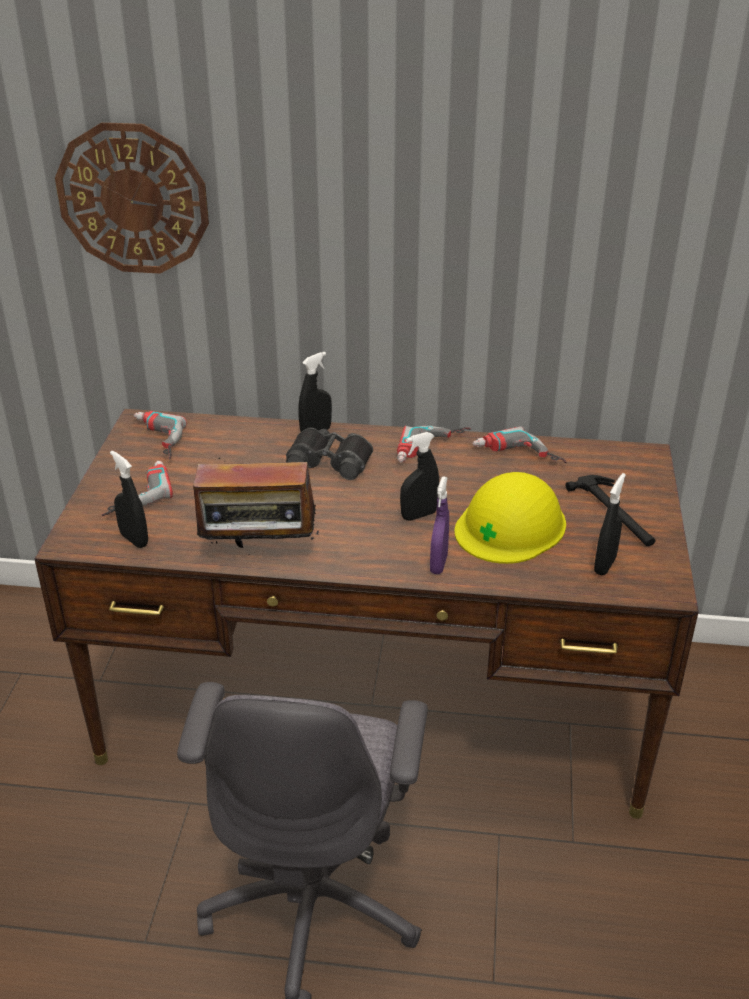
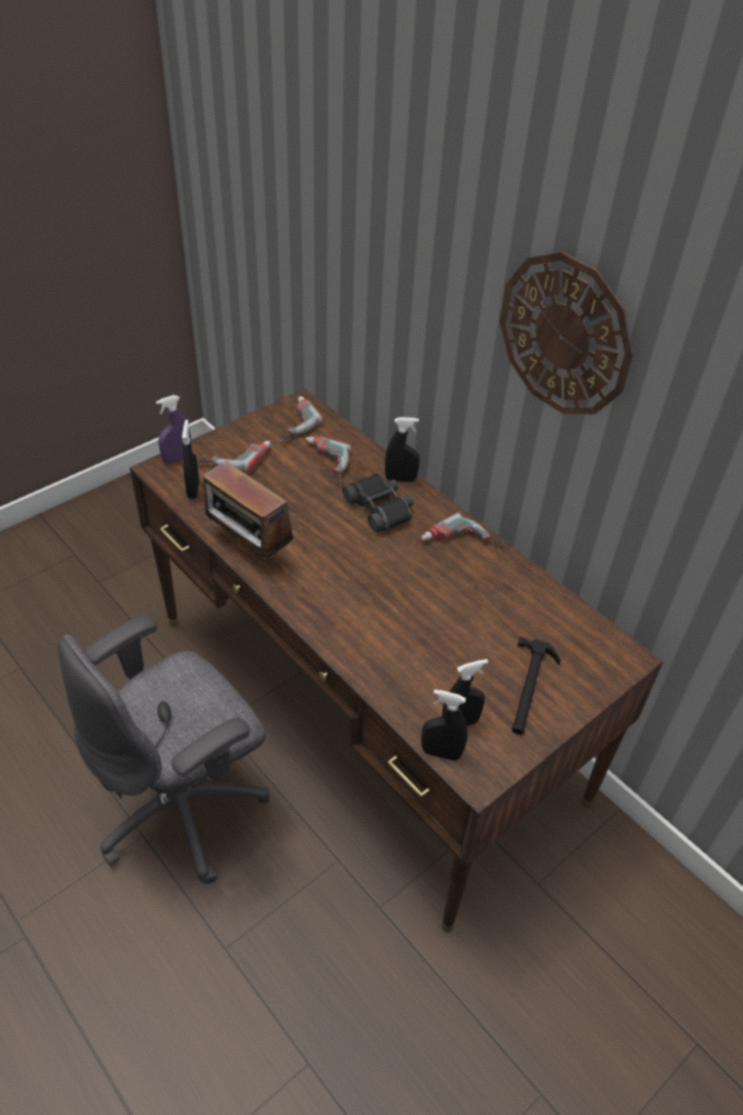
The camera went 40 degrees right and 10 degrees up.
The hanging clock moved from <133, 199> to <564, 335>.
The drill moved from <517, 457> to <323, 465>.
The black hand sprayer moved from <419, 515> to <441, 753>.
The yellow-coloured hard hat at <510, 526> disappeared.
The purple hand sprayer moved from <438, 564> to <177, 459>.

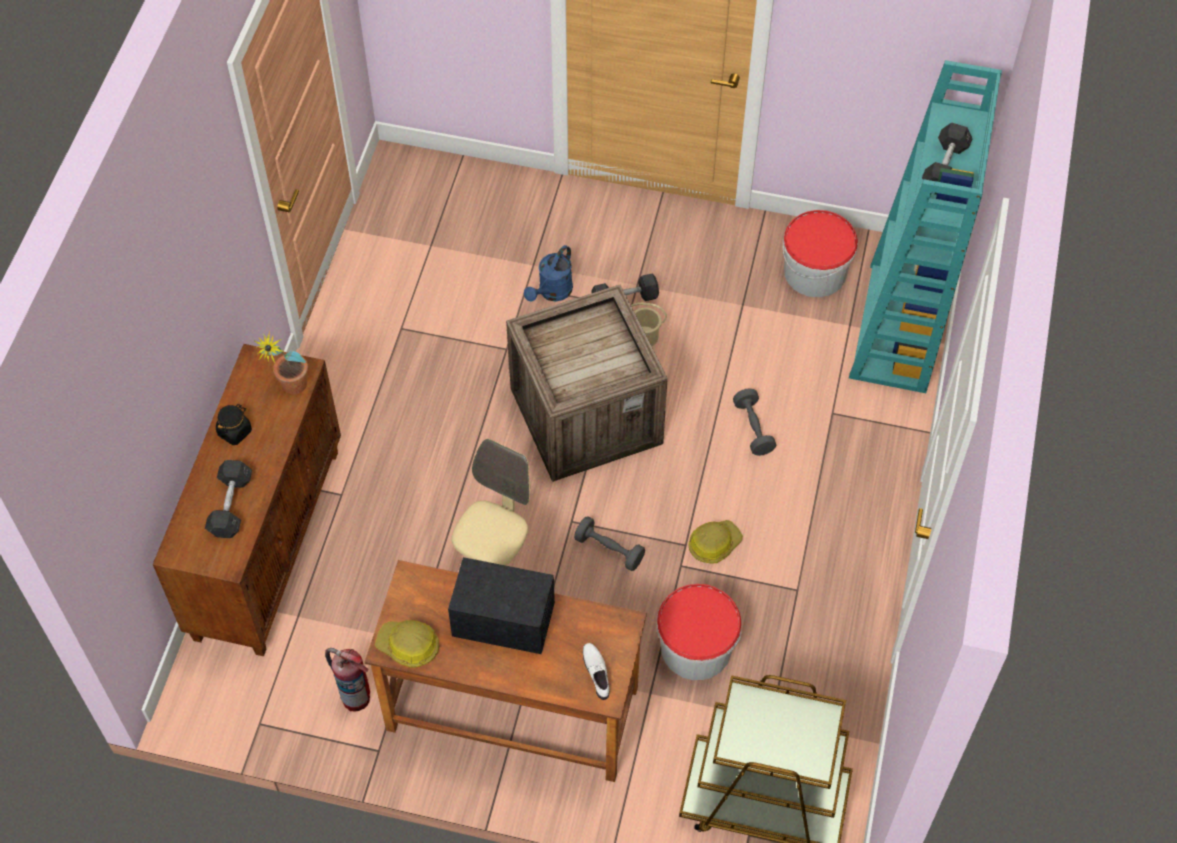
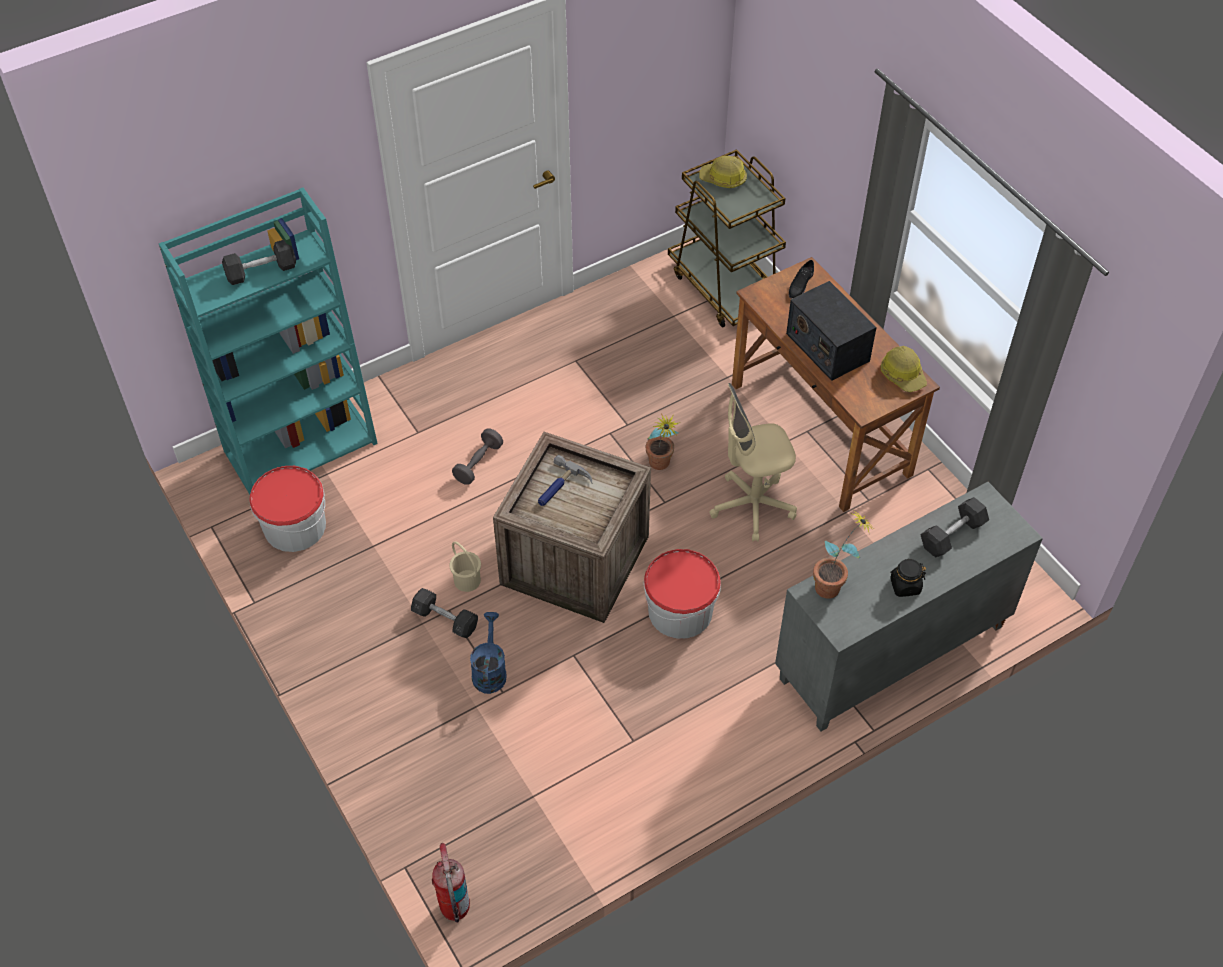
The camera went 135 degrees left and 5 degrees down.
The blue sprinkling can at <552, 293> turned 75 degrees counterclockwise.
The brown-coloured cupboard at <267, 542> became the gray cupboard at <891, 654>.
The gray free weight at <609, 549> was replaced by the plant in a pot at <660, 467>.
The hard hat moved from <713, 544> to <723, 179>.
The bucket moved from <696, 648> to <680, 611>.
The white shoe at <597, 672> became the black shoe at <800, 284>.
The fire extinguisher moved from <356, 697> to <454, 908>.
The hammer at <560, 488> appeared.

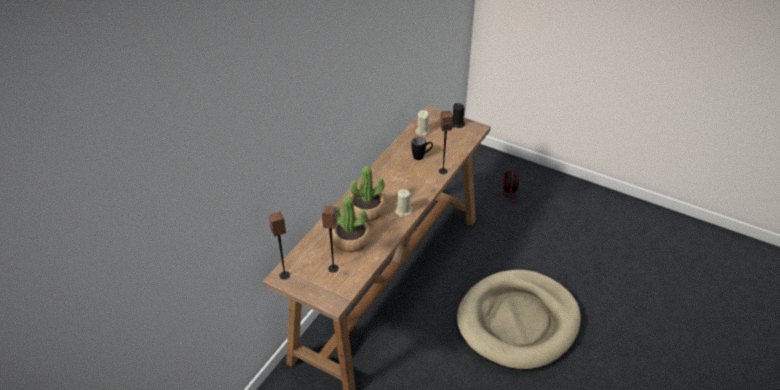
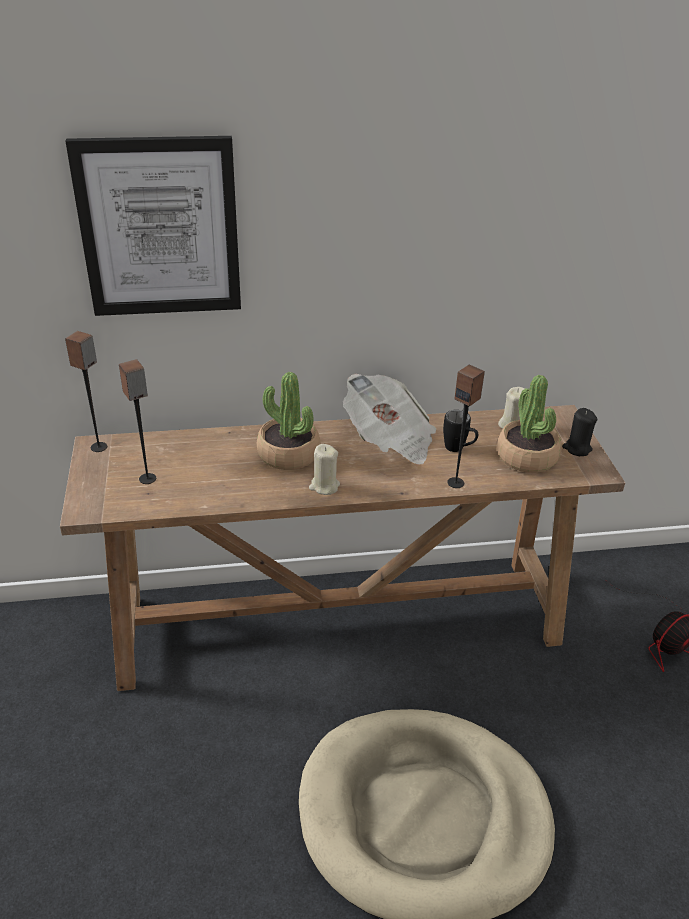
The camera went 50 degrees right and 5 degrees down.
The plant in a pot moved from <351, 240> to <527, 457>.
The picture at <160, 228> appeared.
The newspaper at <389, 439> appeared.

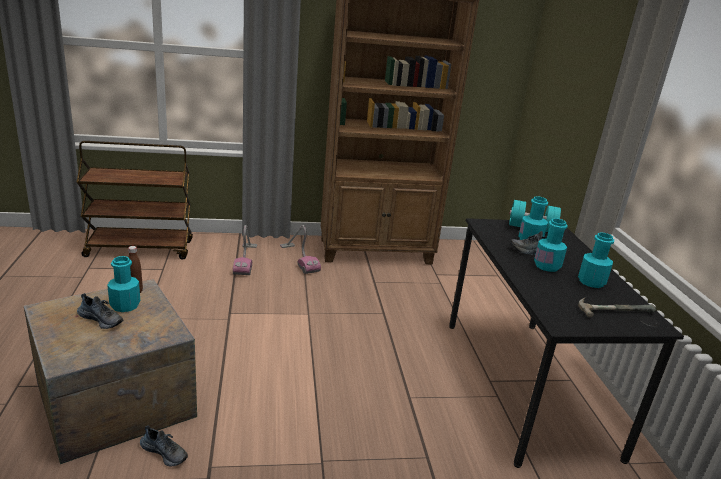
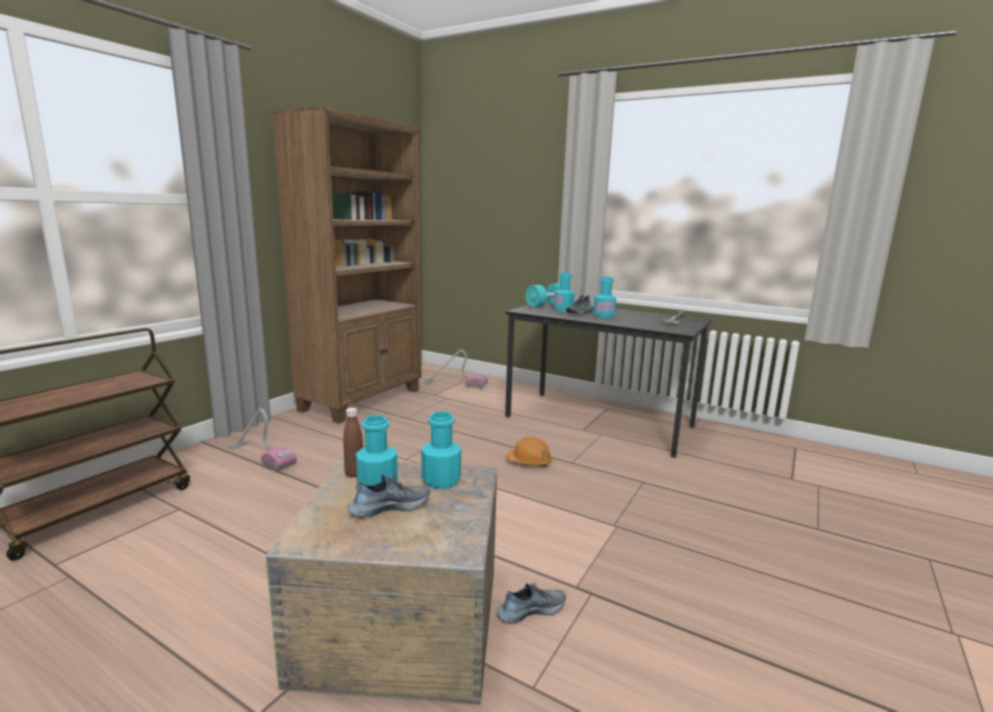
The camera went 50 degrees left and 10 degrees down.
The hoover moved from <299, 259> to <455, 384>.
The blue-green beverage bottle moved from <591, 282> to <441, 481>.
The orange-coloured hard hat at <529, 462> appeared.

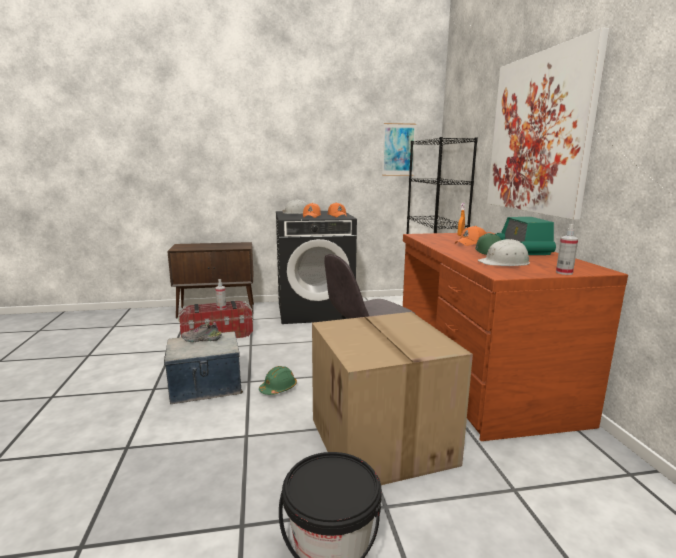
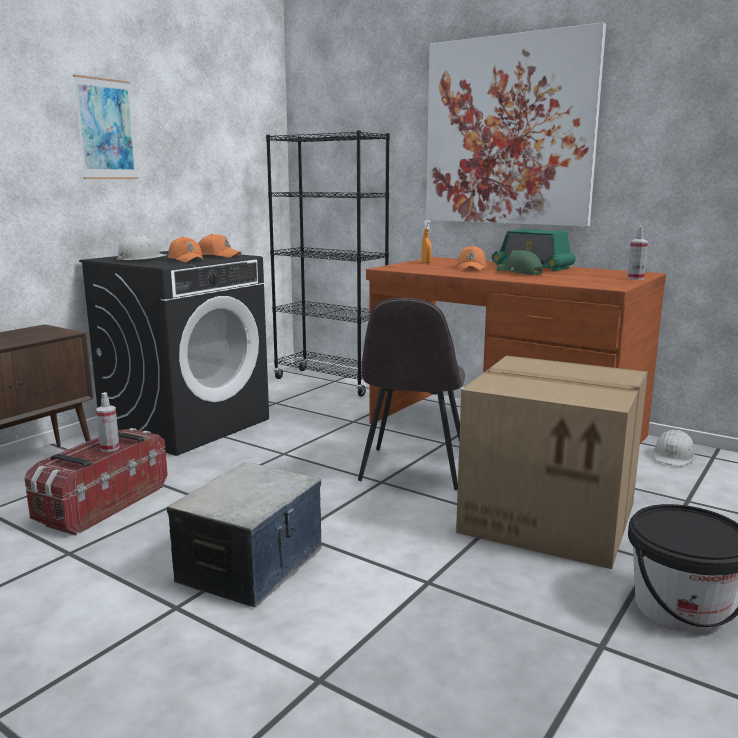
The camera went 45 degrees left and 0 degrees up.
The picture moved from <398, 149> to <106, 129>.
The white hard hat moved from <504, 263> to <673, 456>.
The shoe at <201, 340> disappeared.
The green hard hat at <278, 388> disappeared.

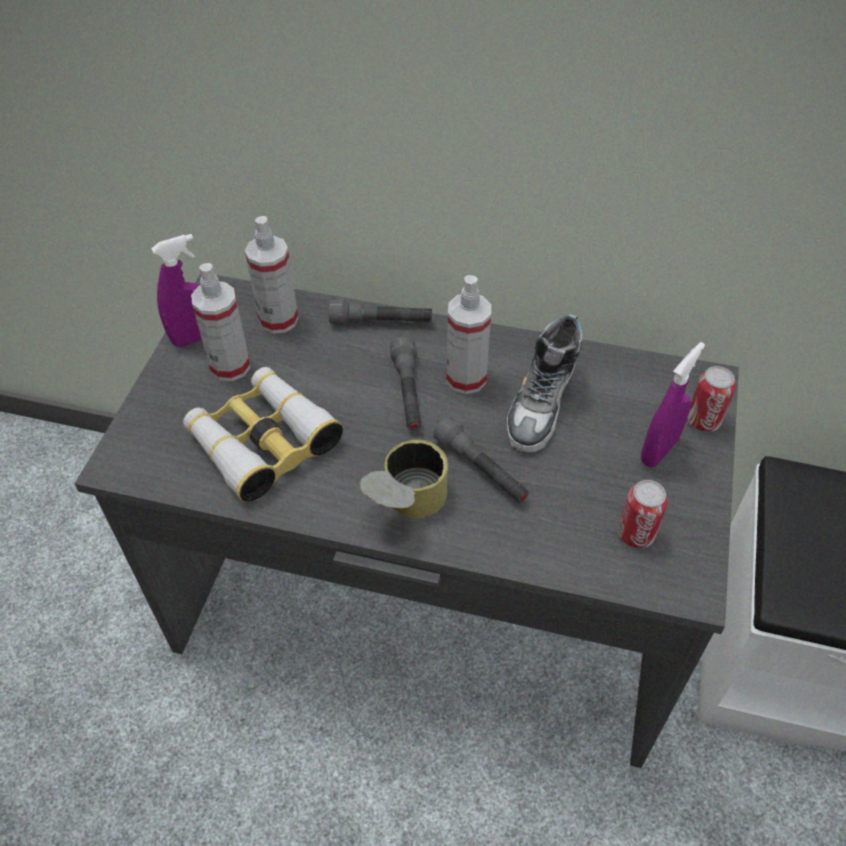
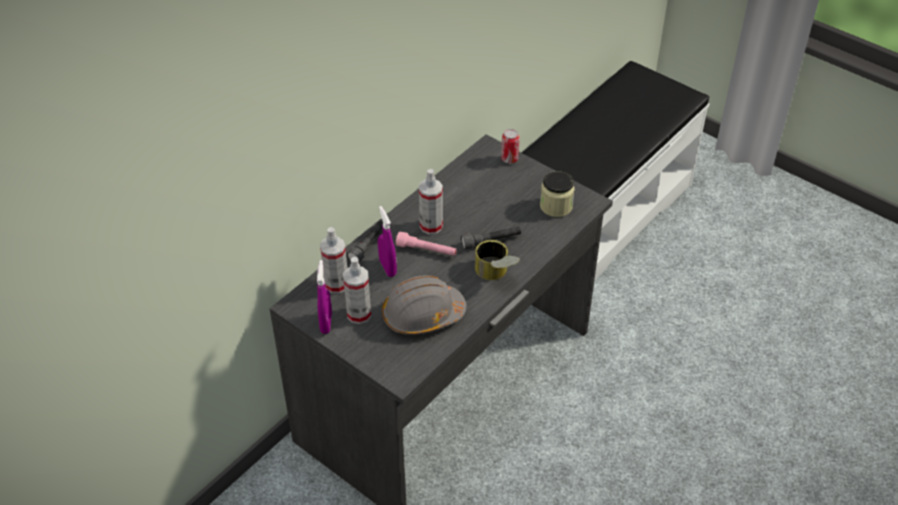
The camera went 65 degrees left and 5 degrees down.
The shoe at <541, 404> disappeared.
The gray flashlight at <408, 393> became the pink flashlight at <426, 250>.
The purple hand sprayer moved from <659, 451> to <387, 268>.
The field glasses at <262, 441> was replaced by the gray hard hat at <422, 315>.
The sealed can at <636, 534> was replaced by the storage jar at <556, 206>.

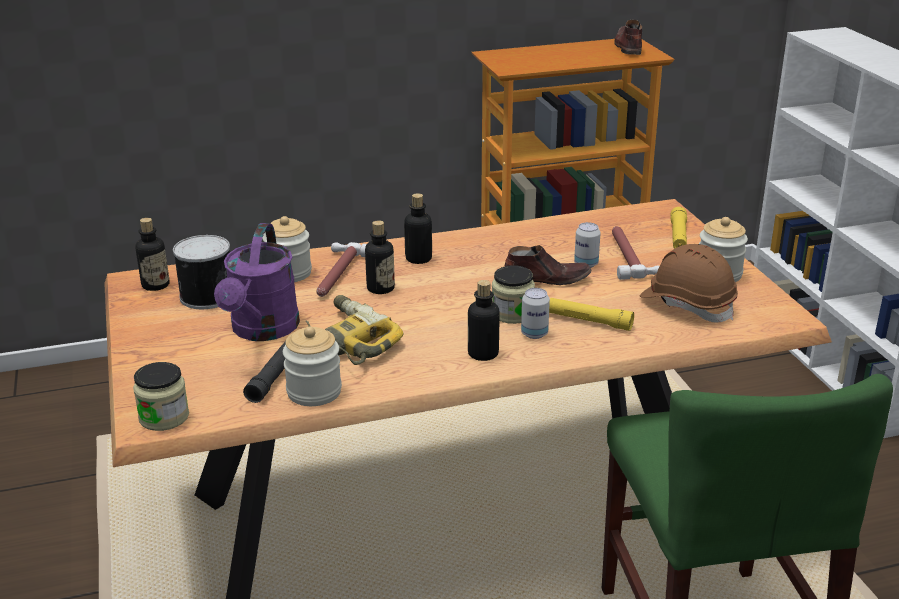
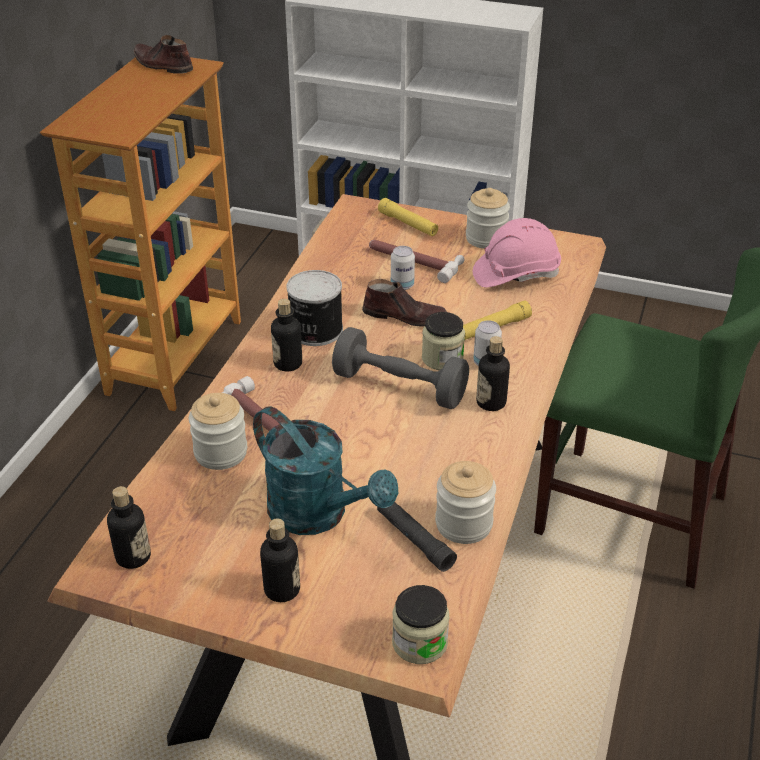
The camera went 55 degrees left and 10 degrees up.
The beverage bottle moved from <380, 288> to <282, 589>.
The purple sprinkling can at <262, 331> became the blue-green sprinkling can at <319, 514>.
The sealed can moved from <206, 296> to <314, 330>.
The brown-coloured hard hat at <687, 304> became the pink hard hat at <515, 274>.
The brown-coloured shoe at <546, 280> turned 75 degrees clockwise.
The drill at <349, 340> disappeared.
The gray free weight at <399, 387> appeared.

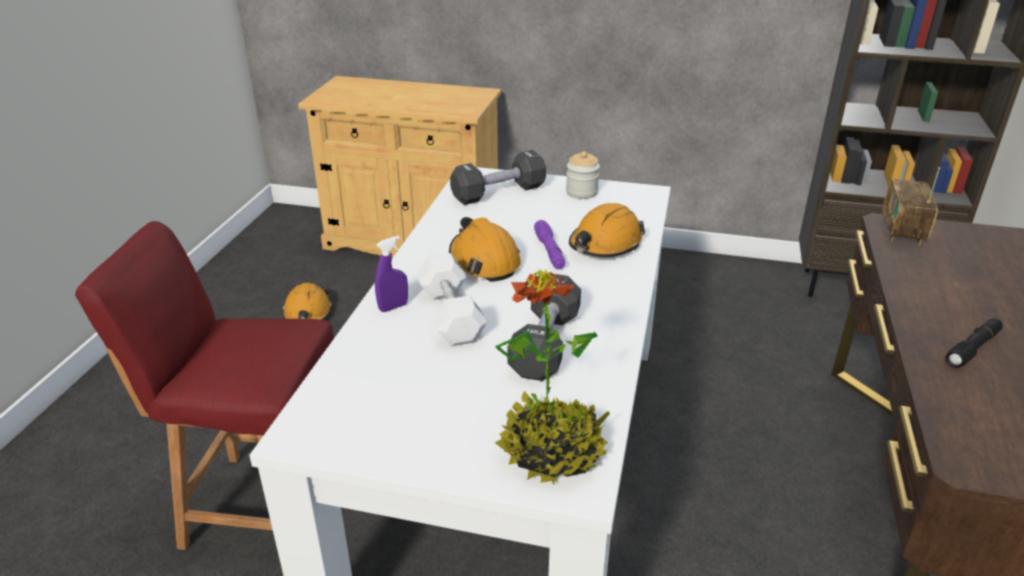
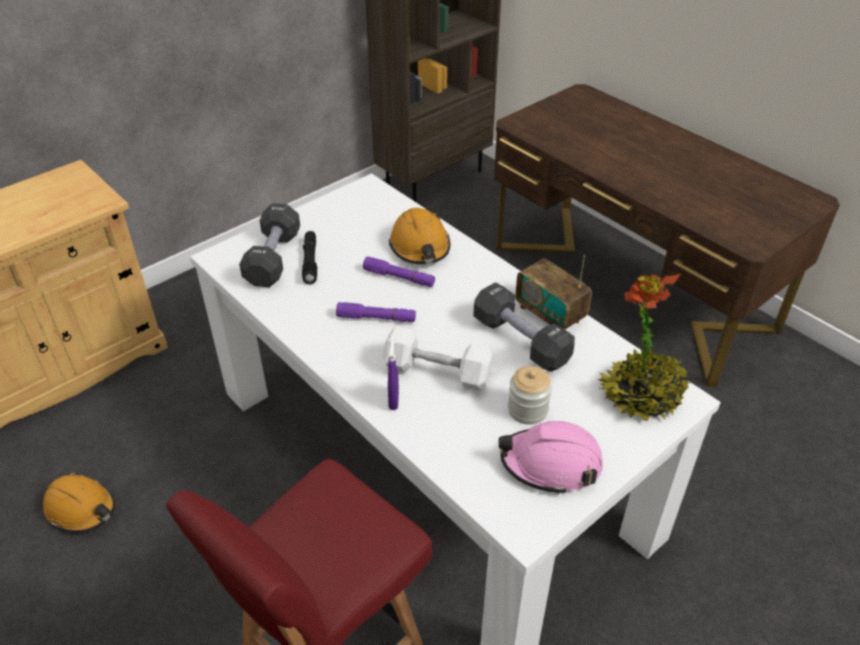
The camera went 55 degrees left and 10 degrees up.
The storage jar moved from <581, 192> to <527, 410>.
The radio set moved from <902, 231> to <550, 314>.
The orange-coloured hard hat at <484, 261> was replaced by the purple flashlight at <376, 318>.
The black flashlight moved from <972, 349> to <310, 262>.
The pink hard hat at <551, 464> appeared.

